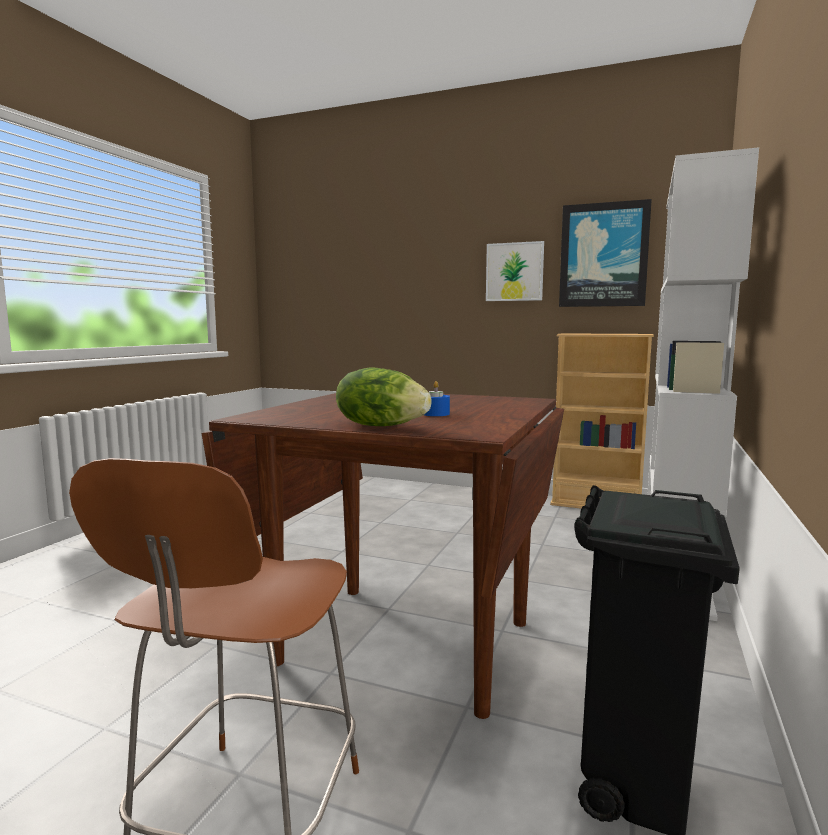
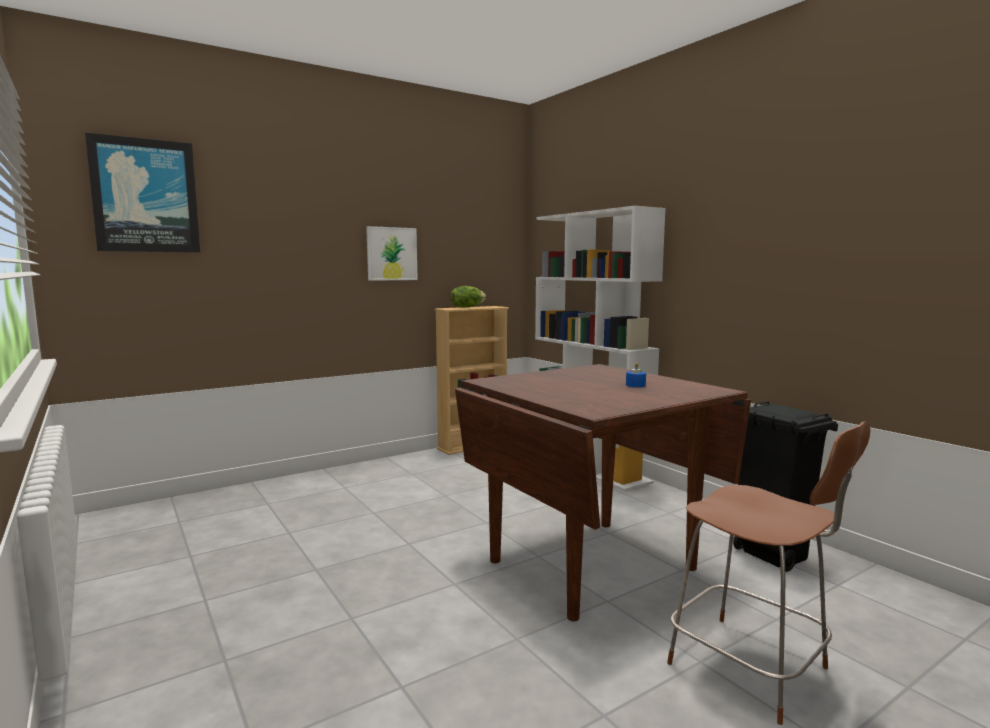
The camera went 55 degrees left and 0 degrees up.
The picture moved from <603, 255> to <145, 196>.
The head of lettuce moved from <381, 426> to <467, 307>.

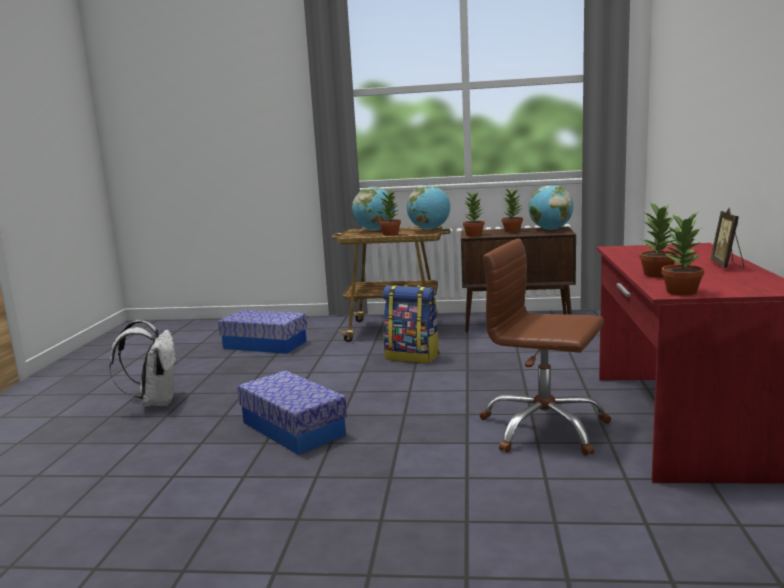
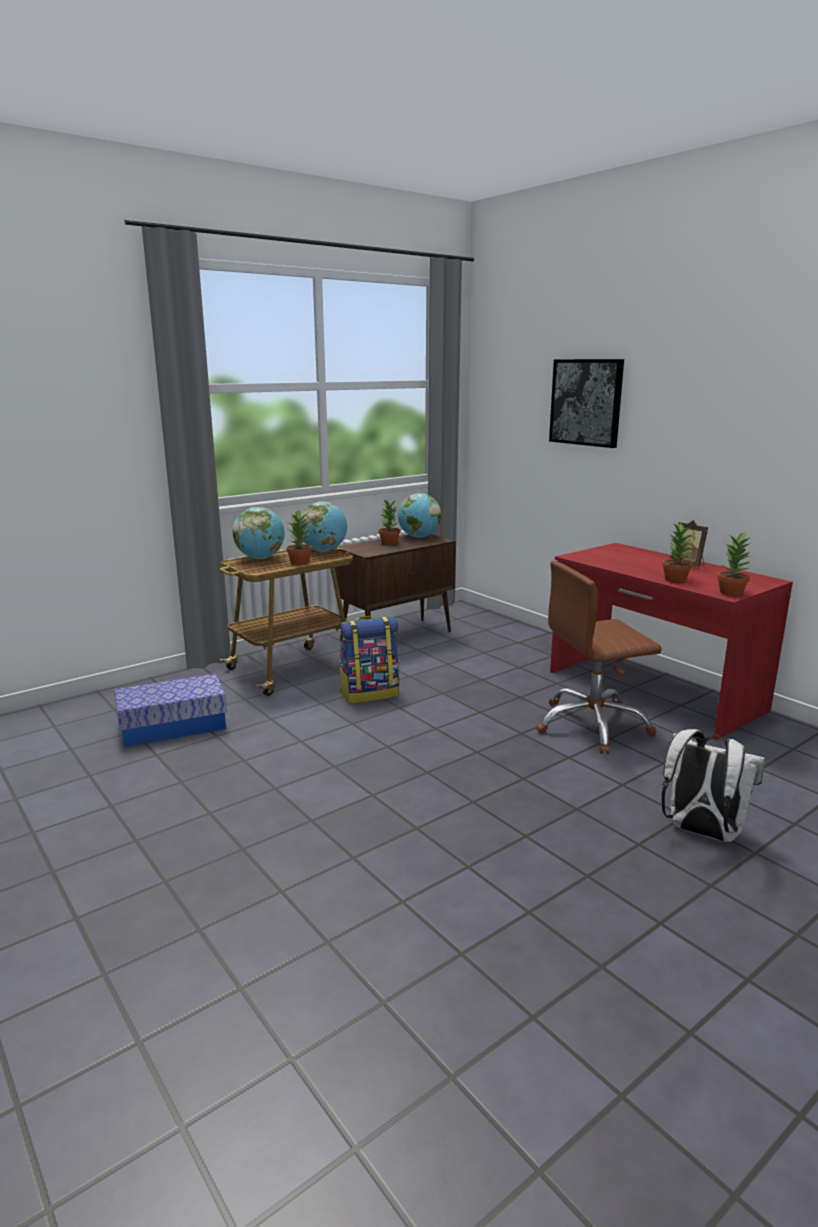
The camera went 45 degrees left and 5 degrees up.
The plant in a pot at <473, 235> disappeared.
The white knapsack moved from <156, 402> to <700, 832>.
The storage box at <293, 429> disappeared.
The picture at <586, 402> appeared.

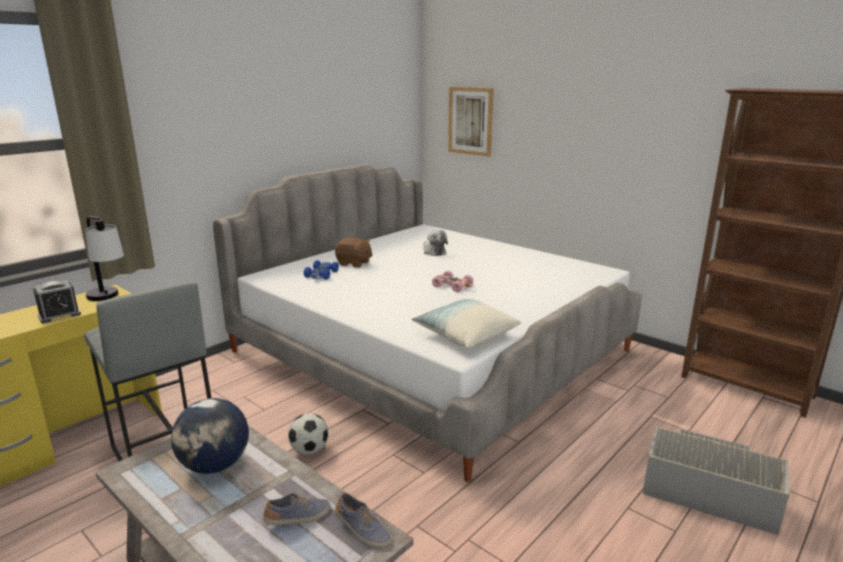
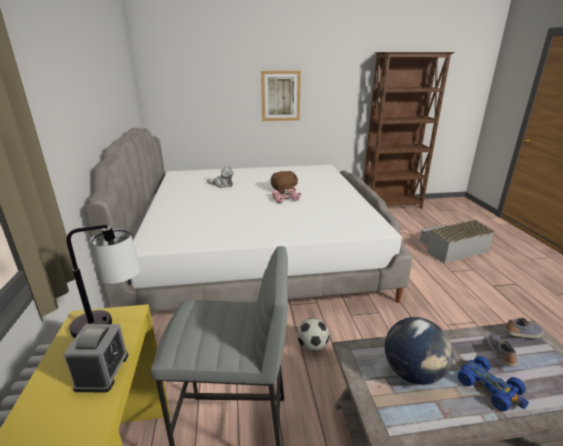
The camera went 50 degrees left and 5 degrees up.
The picture moved from <470, 121> to <280, 96>.
The brown-coloured cuddly toy moved from <354, 263> to <284, 190>.
The blue model car moved from <321, 274> to <490, 388>.
The throw pillow at <465, 335> disappeared.

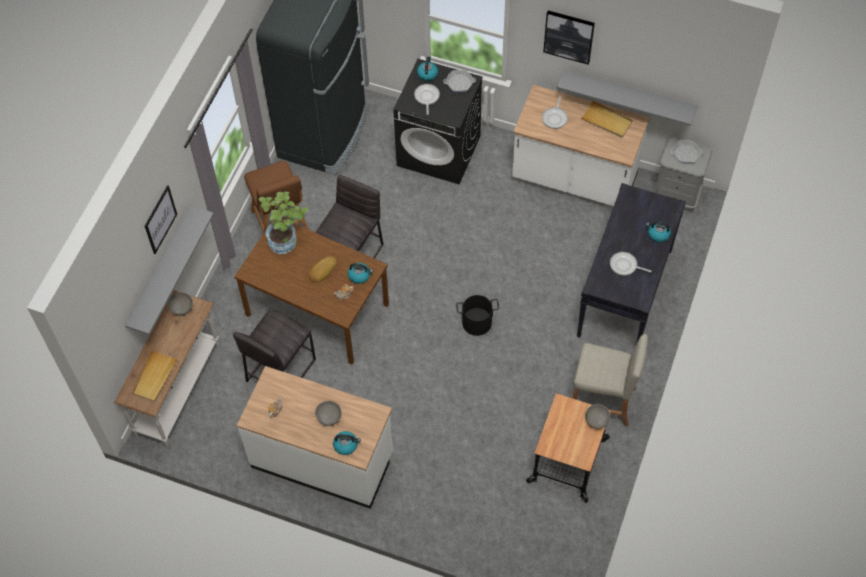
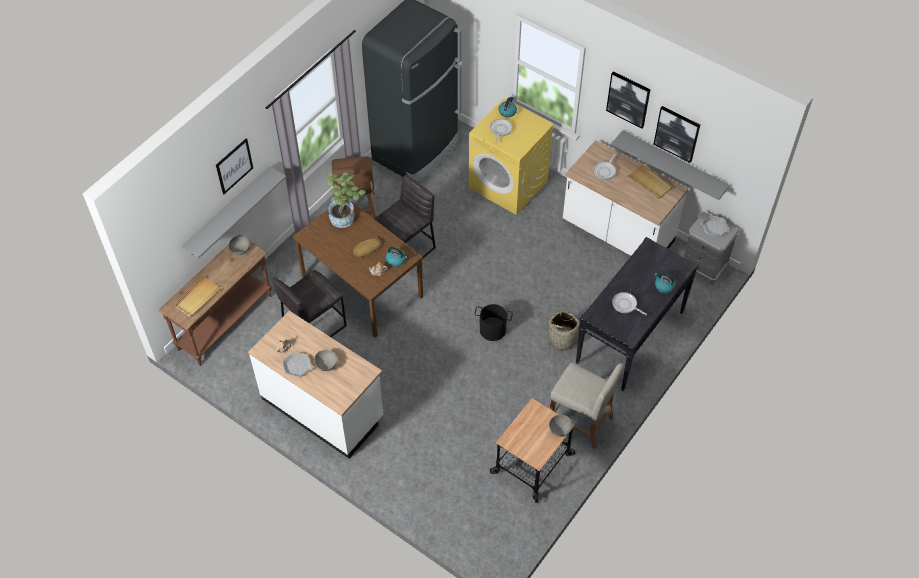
The camera went 15 degrees right and 5 degrees down.
The black washing machine at <439, 151> became the yellow-coloured washing machine at <508, 184>.
The pan moved from <459, 83> to <297, 366>.
The white console table at <179, 391> became the brown-coloured console table at <226, 323>.
The kettle at <346, 445> disappeared.
The picture at <677, 133> appeared.
The storage basket at <563, 339> appeared.

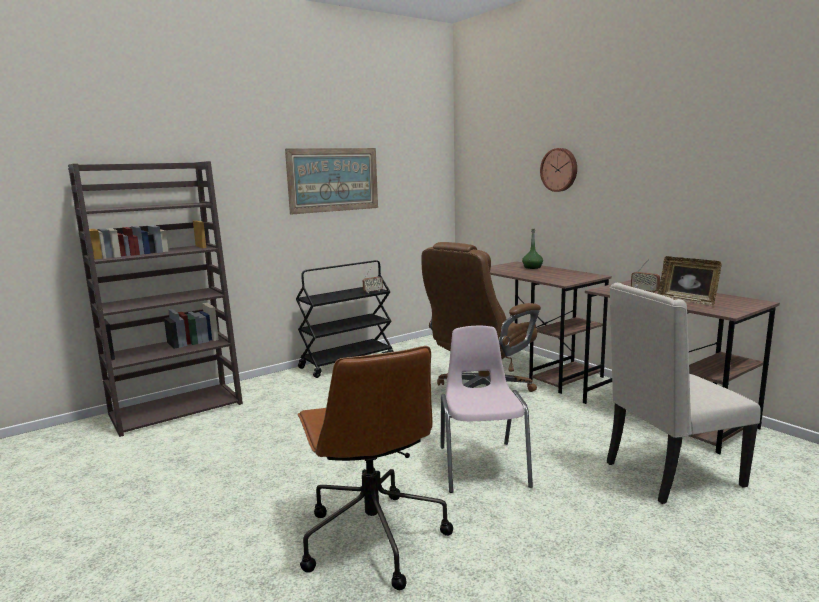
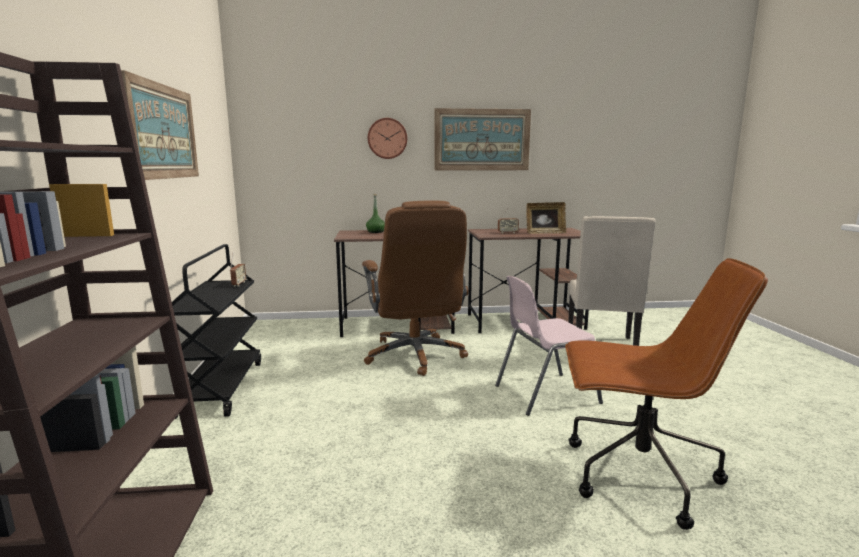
The camera went 60 degrees left and 0 degrees up.
The pink chair at <482, 465> turned 45 degrees counterclockwise.
The picture at <482, 140> appeared.

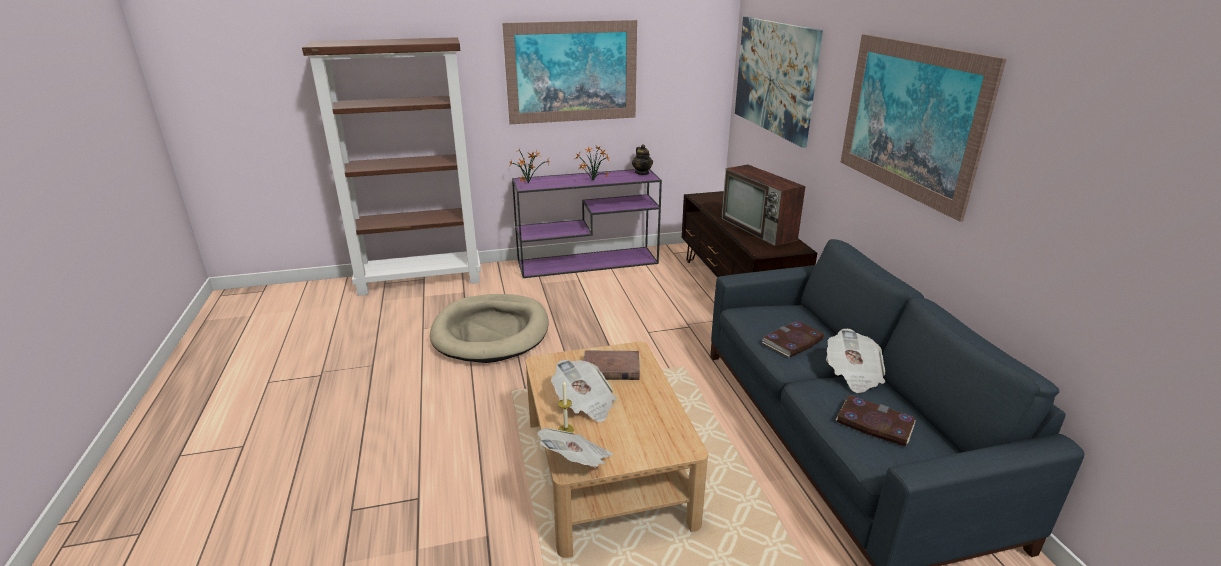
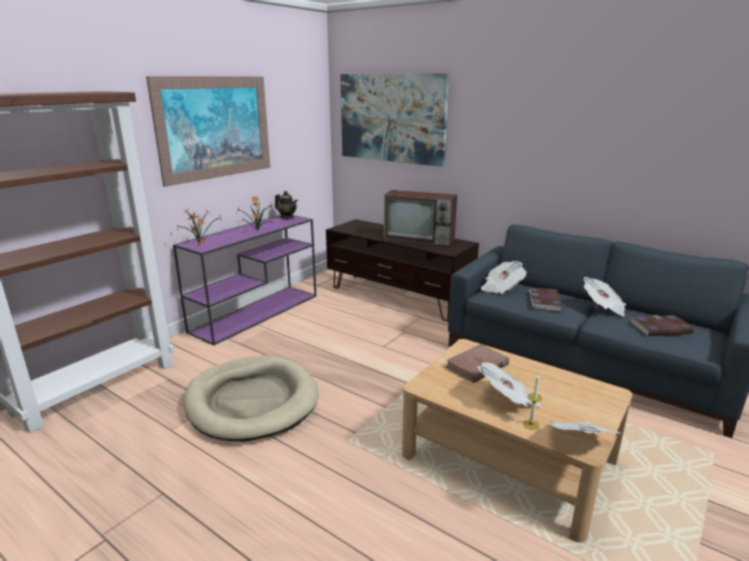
The camera went 40 degrees left and 5 degrees down.
The picture at <909, 120> disappeared.
The newspaper at <501, 288> appeared.

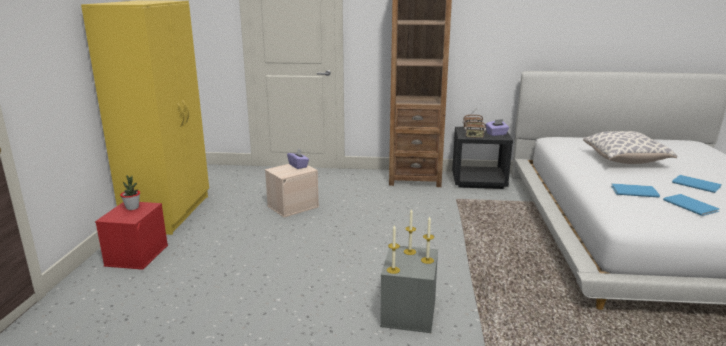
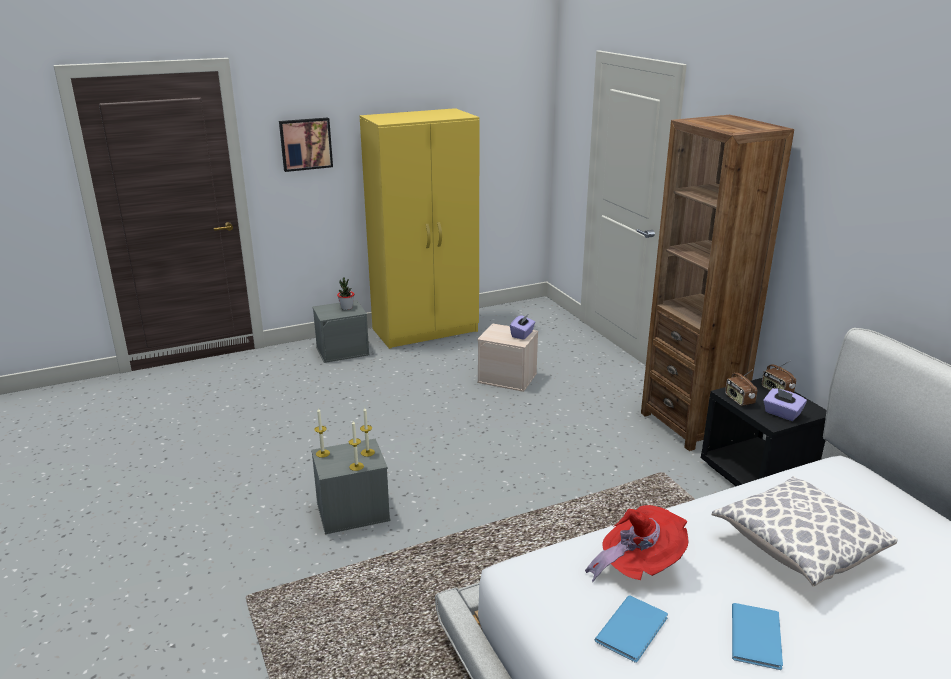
The camera went 60 degrees right and 5 degrees up.
The blue bound book at <633, 191> was replaced by the red-coloured wearable hat at <638, 565>.
The red-coloured storage box at <136, 255> became the gray storage box at <343, 350>.
The picture at <305, 144> appeared.

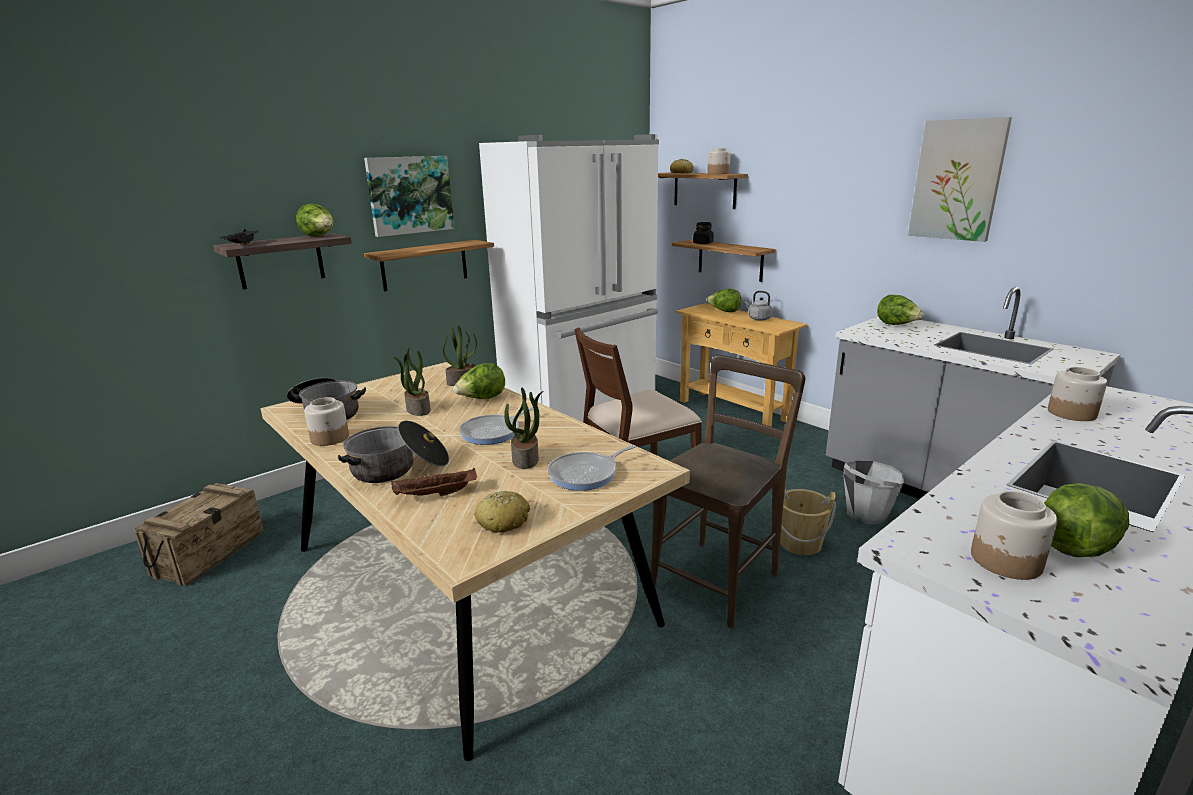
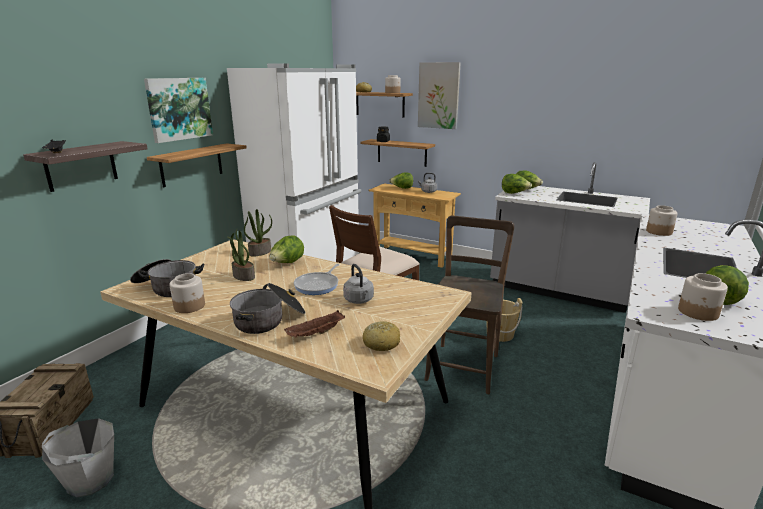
The camera went 20 degrees left and 0 degrees up.
The picture moved from <957, 180> to <439, 95>.
The head of lettuce moved from <319, 237> to <514, 193>.
The plant in a pot at <526, 459> was replaced by the gray kettle at <359, 300>.
The pan at <586, 474> disappeared.
The gray bucket moved from <866, 514> to <90, 479>.

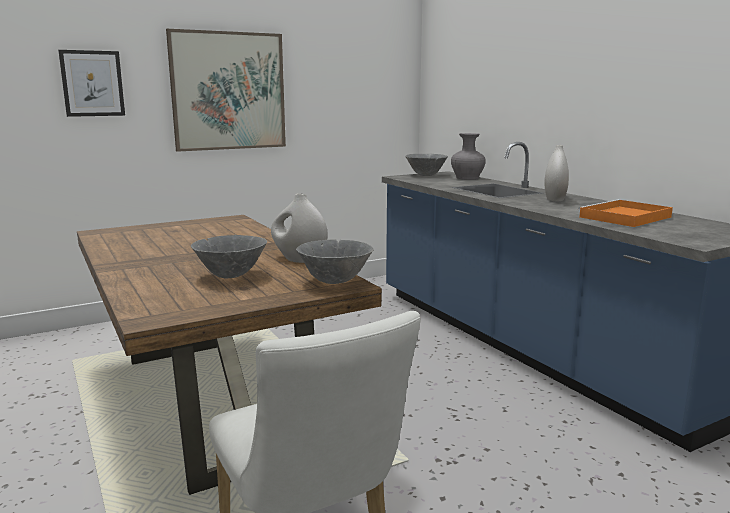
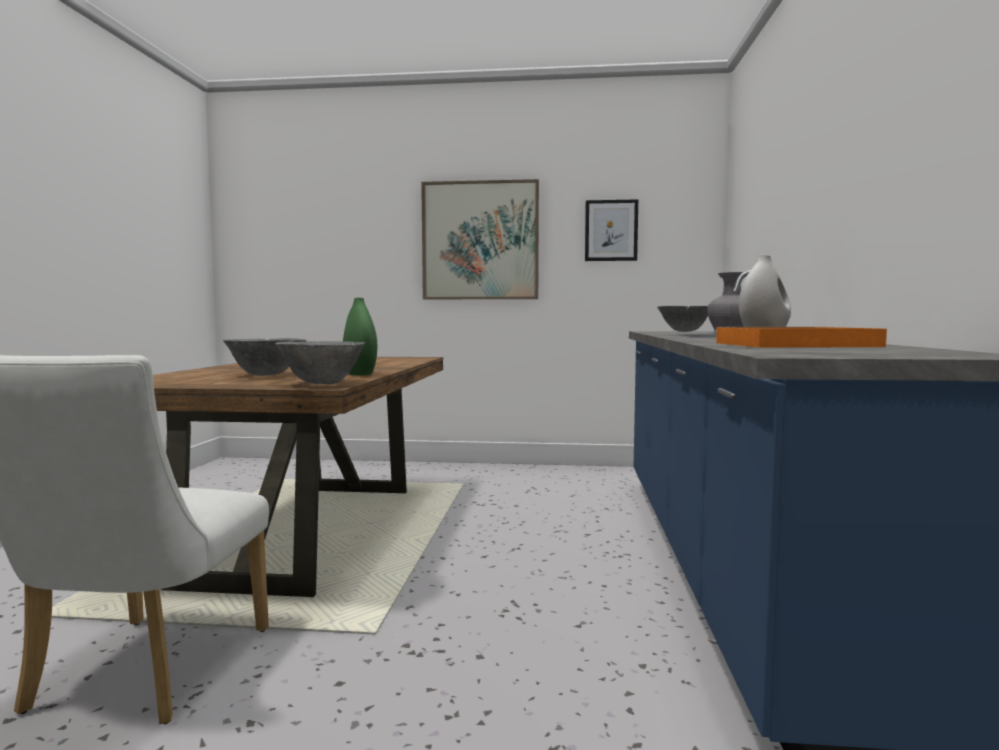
The camera went 35 degrees right and 10 degrees down.
The picture moved from <92, 83> to <611, 230>.
The white flower vase at <299, 260> became the green flower vase at <359, 374>.

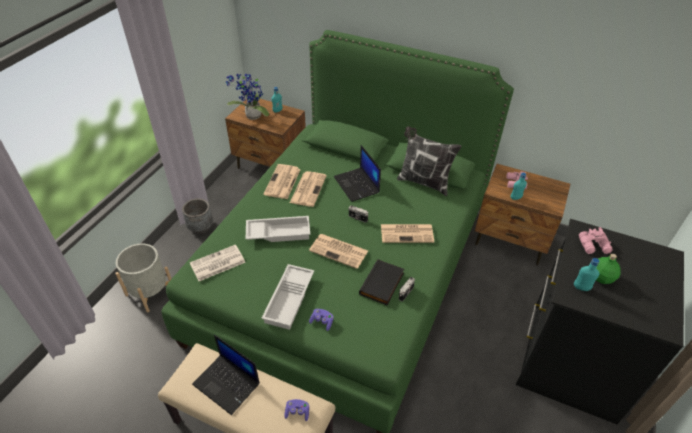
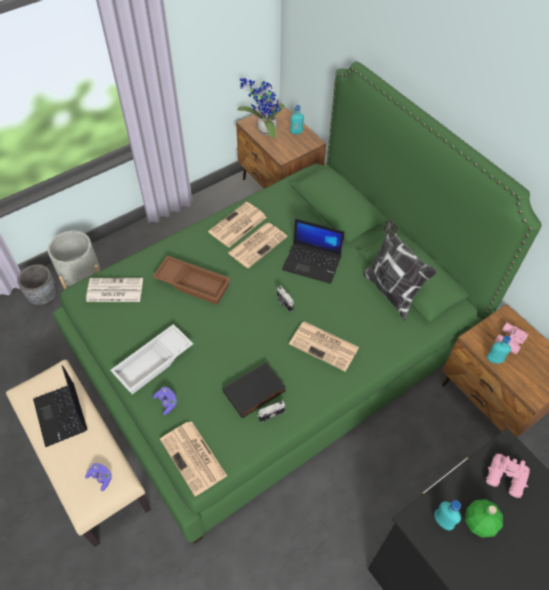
The camera went 30 degrees right and 10 degrees up.
The portable computer at <357, 185> turned 75 degrees counterclockwise.
The gray plant pot moved from <200, 227> to <44, 297>.
The white tray at <279, 232> became the brown-coloured tray at <193, 282>.
The newspaper moved from <339, 251> to <194, 458>.

